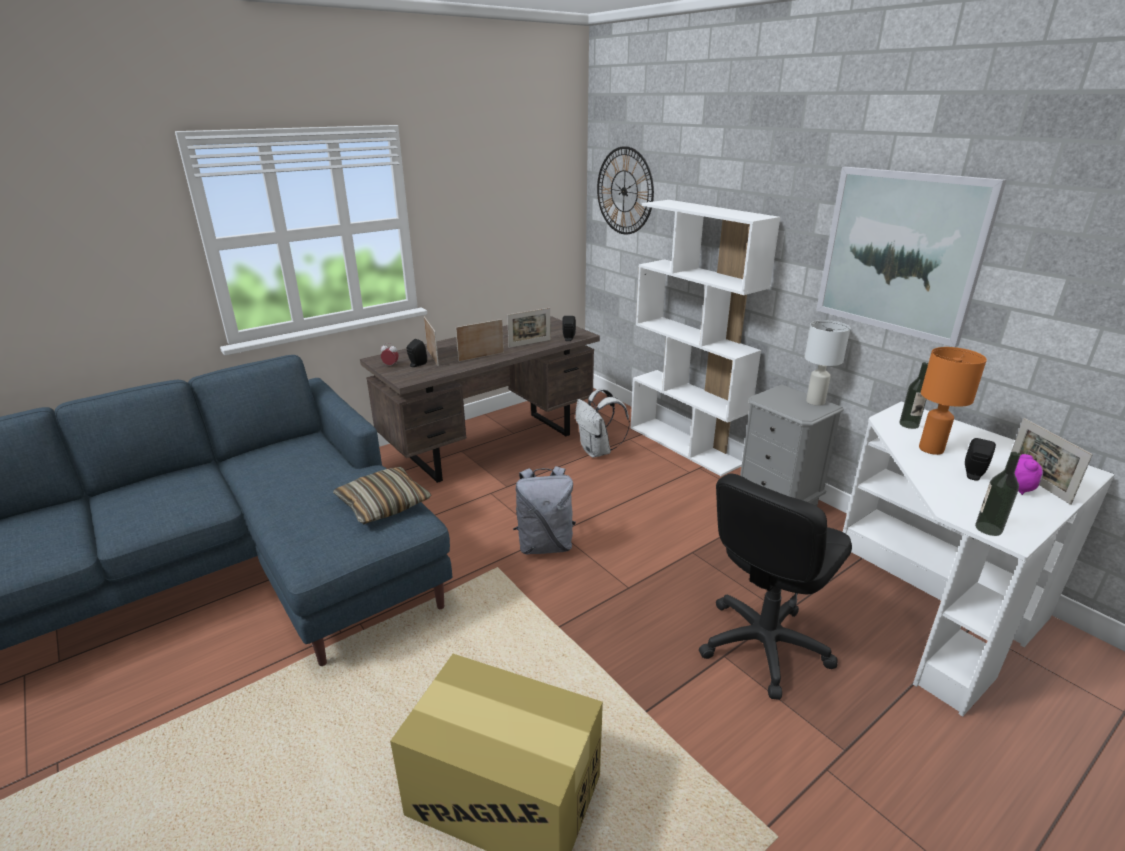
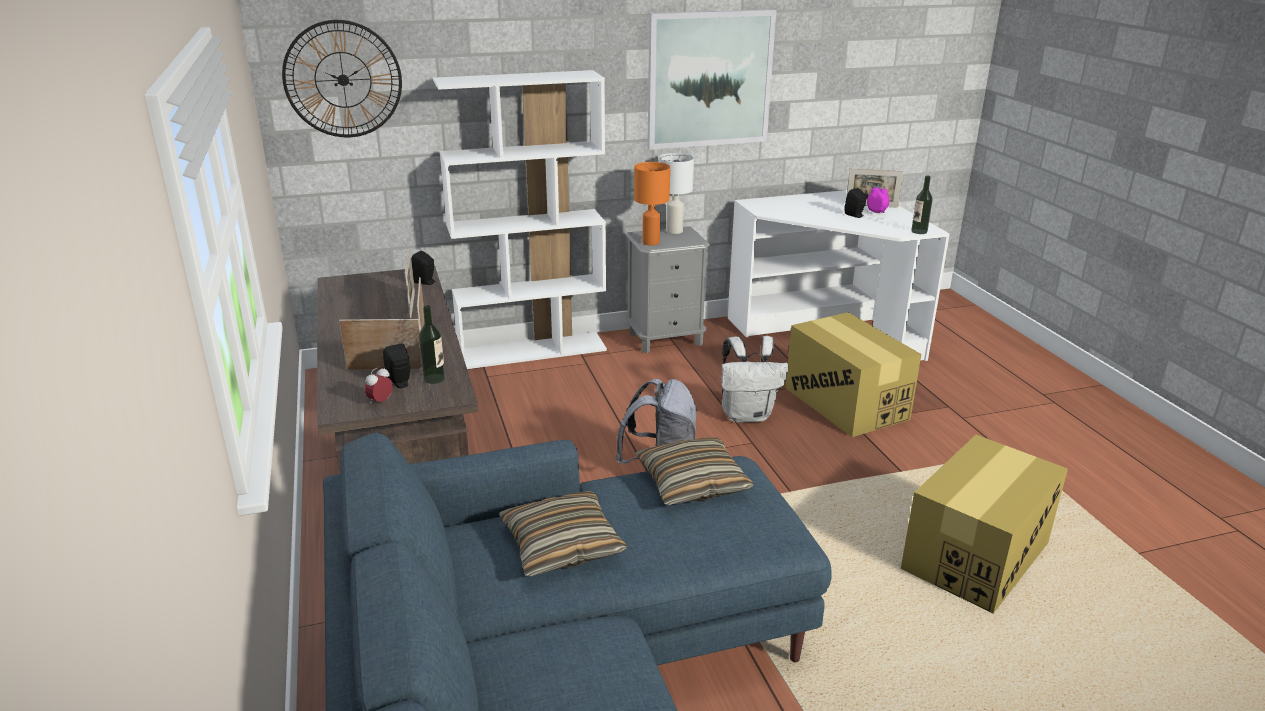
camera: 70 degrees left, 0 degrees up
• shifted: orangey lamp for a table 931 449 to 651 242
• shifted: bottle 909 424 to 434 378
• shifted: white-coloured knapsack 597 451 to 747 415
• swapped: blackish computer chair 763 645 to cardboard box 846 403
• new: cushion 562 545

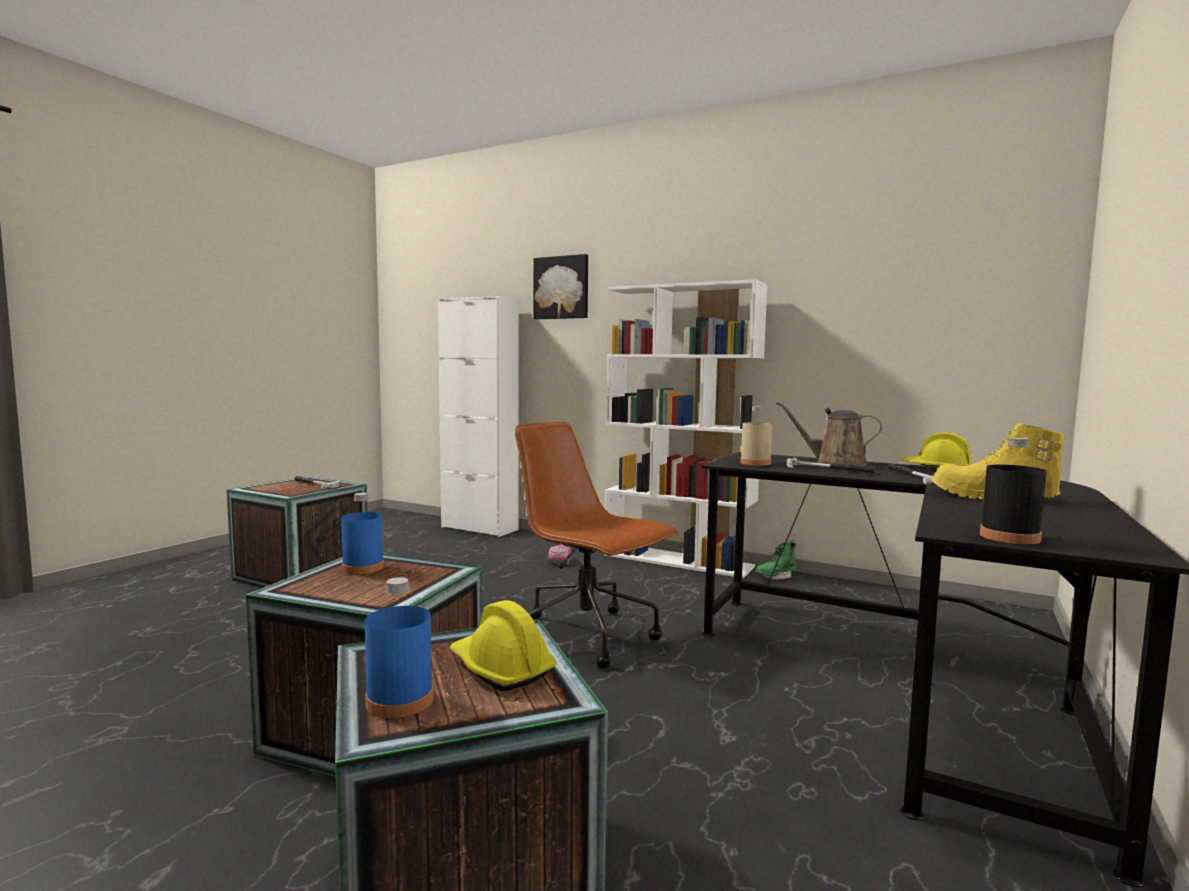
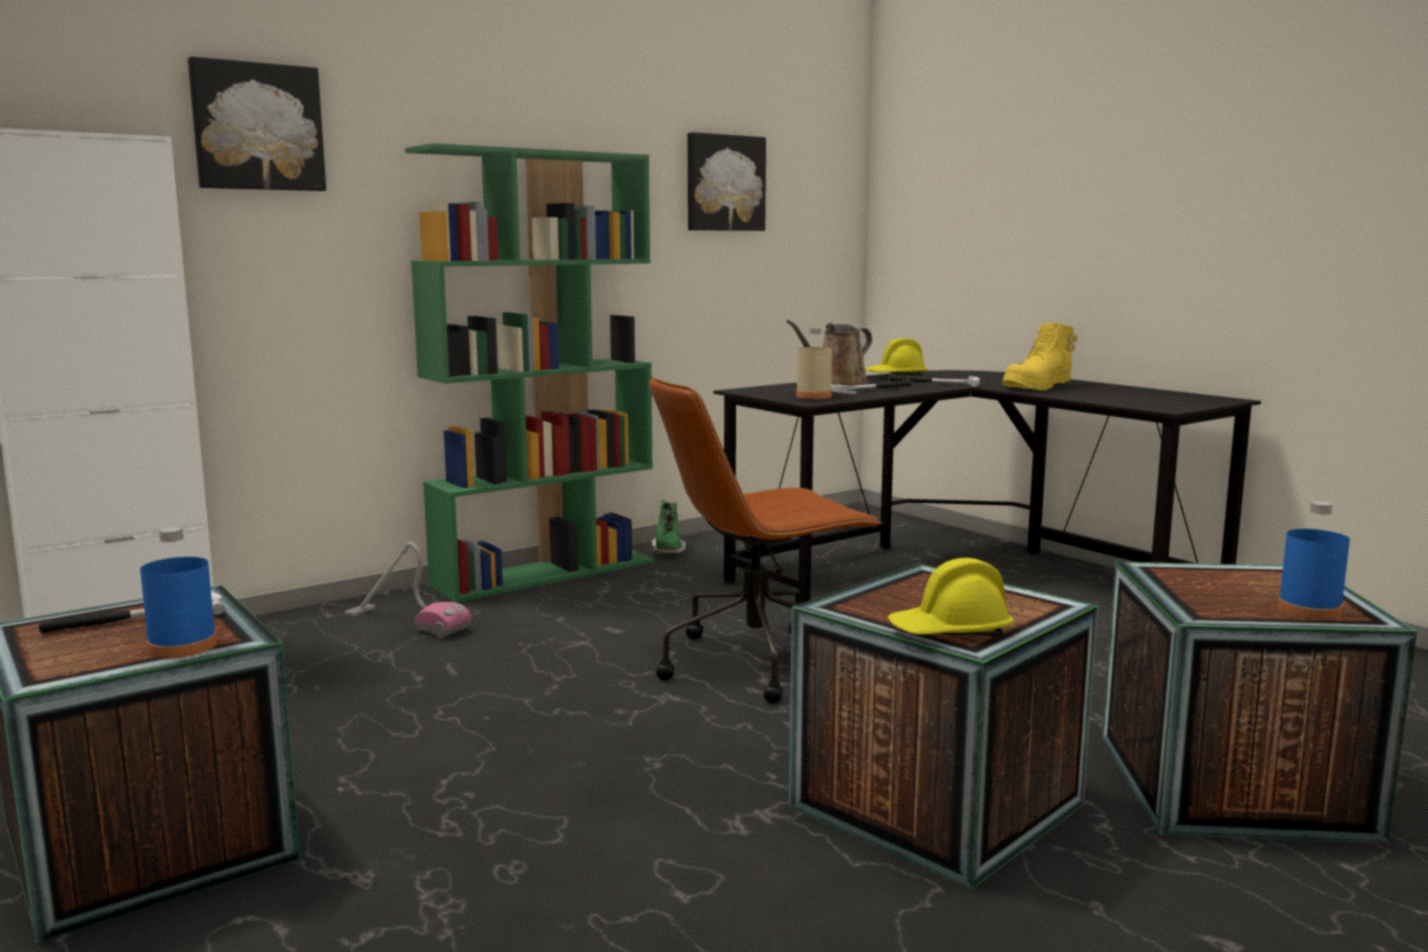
camera: 65 degrees left, 5 degrees up
• repainted: white-coloured bookcase 678 560 to green-coloured bookcase 545 573
• gone: blackish bottle 1009 537
• shifted: blue-coloured bottle 363 568 to 182 646
• shifted: yellowish hard hat 500 668 to 950 632
• new: picture 724 183

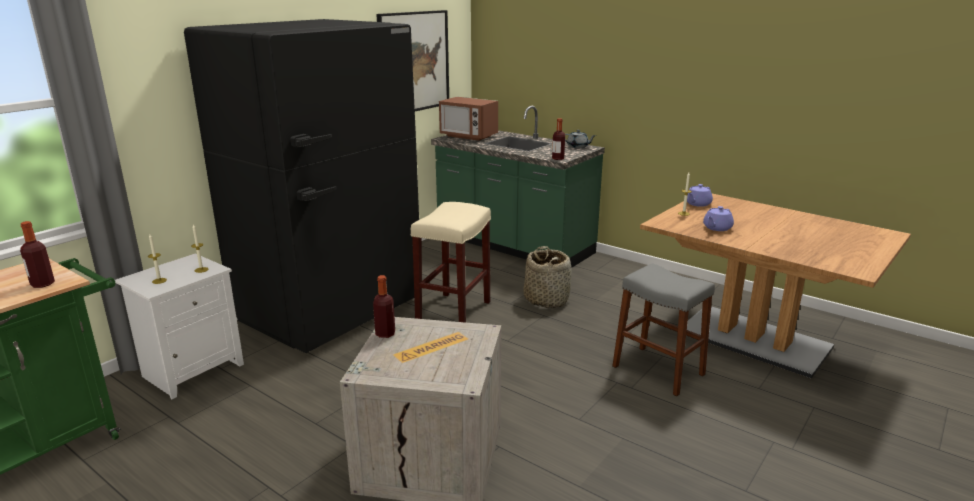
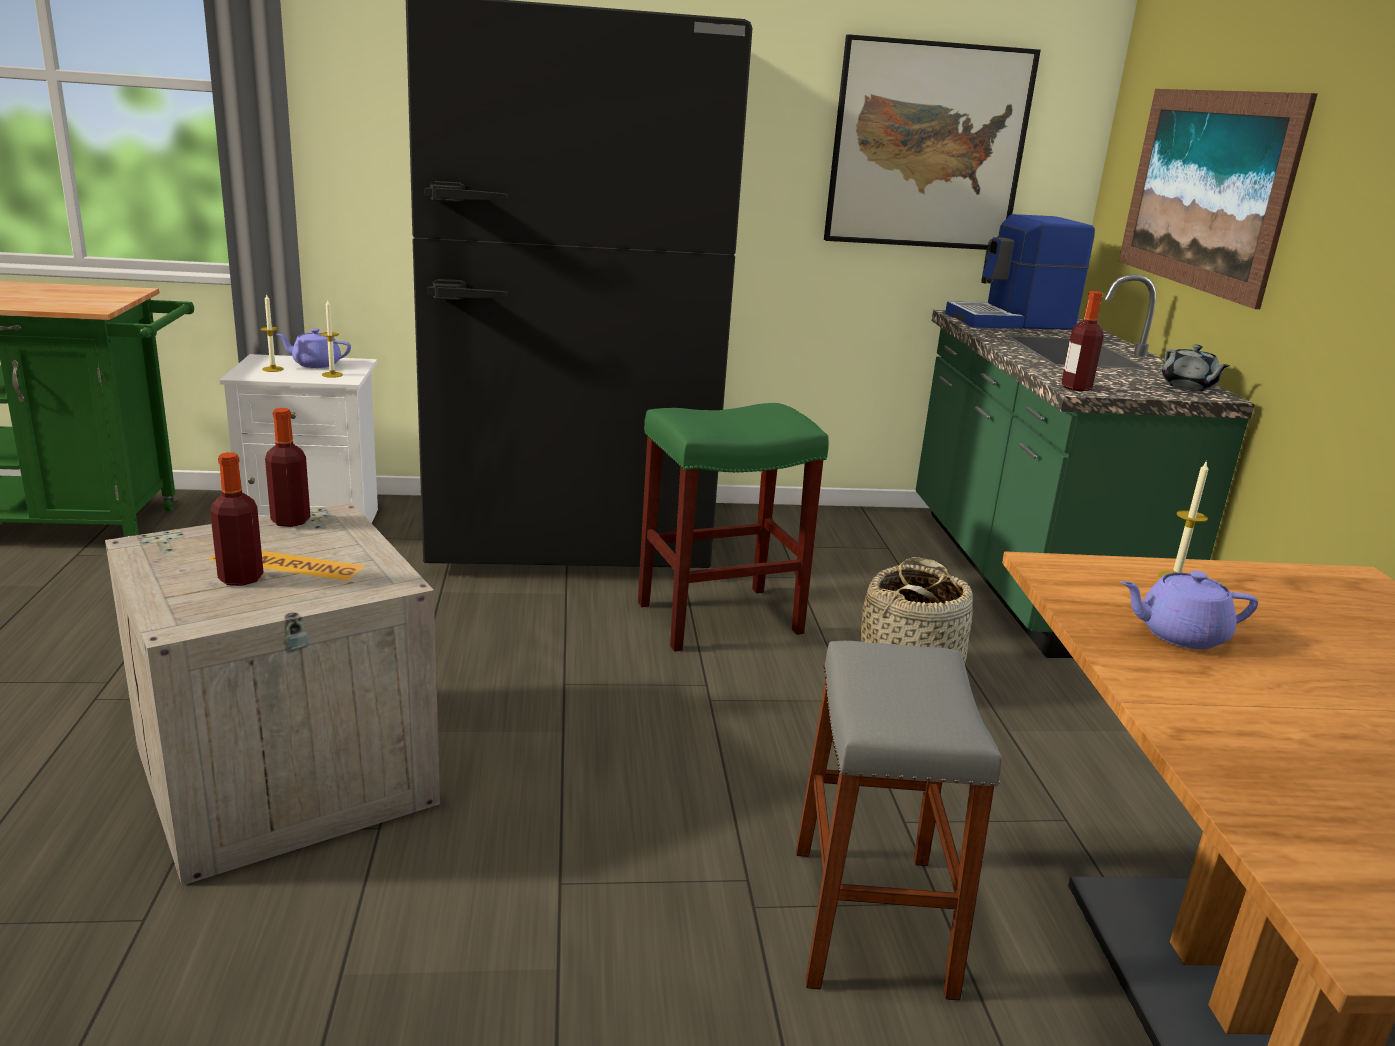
camera: 45 degrees right, 0 degrees up
• swapped: microwave 468 136 to coffee machine 1011 322
• shifted: purple-coloured teapot 697 204 to 315 364
• repainted: beige stool 453 311 to green-coloured stool 721 617
• shifted: bottle 42 284 to 241 578
• new: picture 1206 190

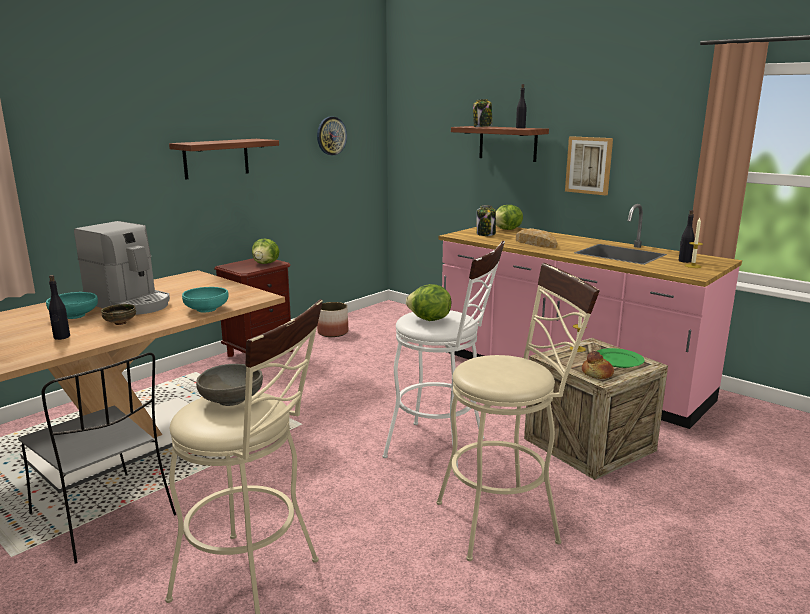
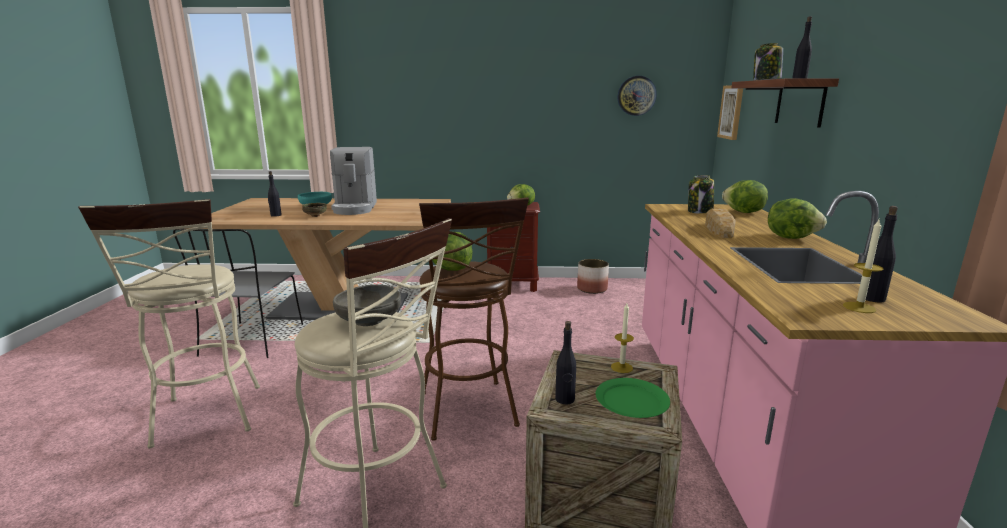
camera: 50 degrees right, 0 degrees up
• shifted: picture 589 165 to 731 112
• gone: bracket shelf 216 158
• repainted: white-coloured stool 443 449 to brown-coloured stool 470 414
• gone: blue-green bowl 206 309
• swapped: baked bread 597 373 to blackish bottle 565 399
• shifted: greyish bowl 231 399 to 369 320
• new: lettuce 791 237

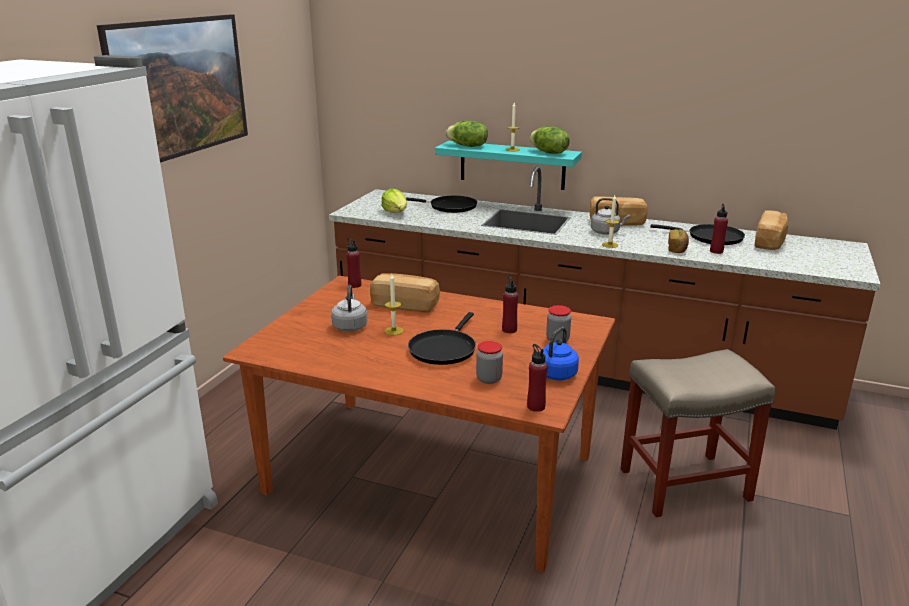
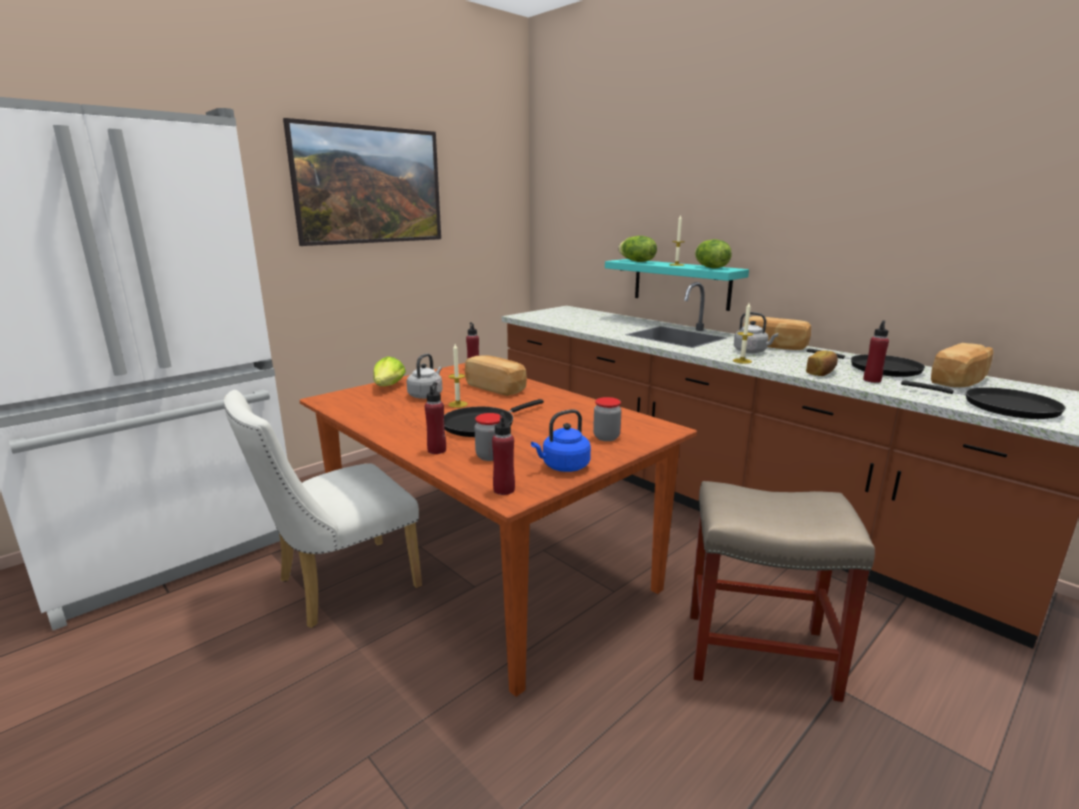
camera: 25 degrees right, 5 degrees down
• shifted: lettuce 396 212 to 388 386
• shifted: blackish skillet 449 207 to 1002 407
• shifted: reddish bottle 509 330 to 437 450
• new: white-coloured chair 338 586

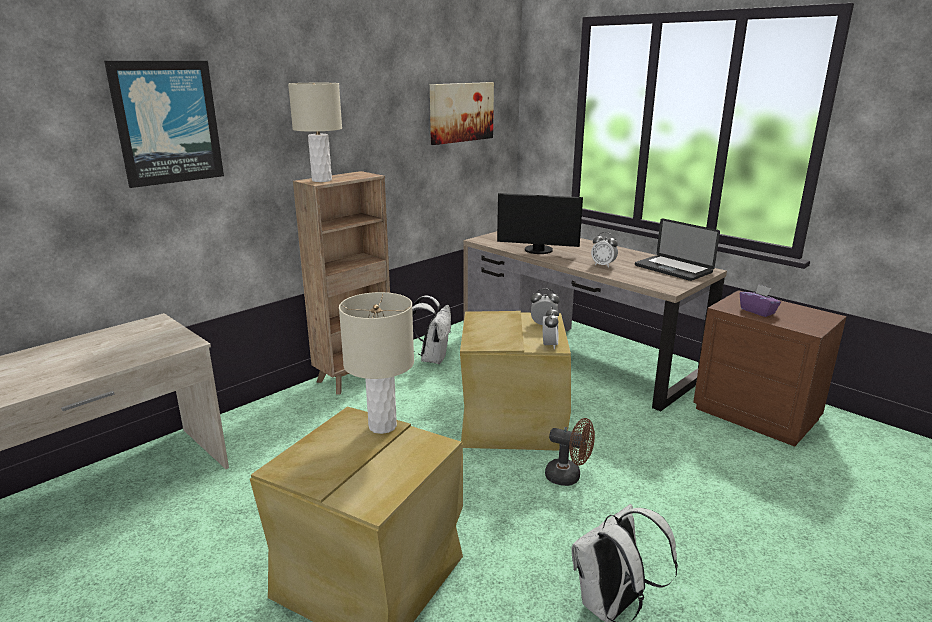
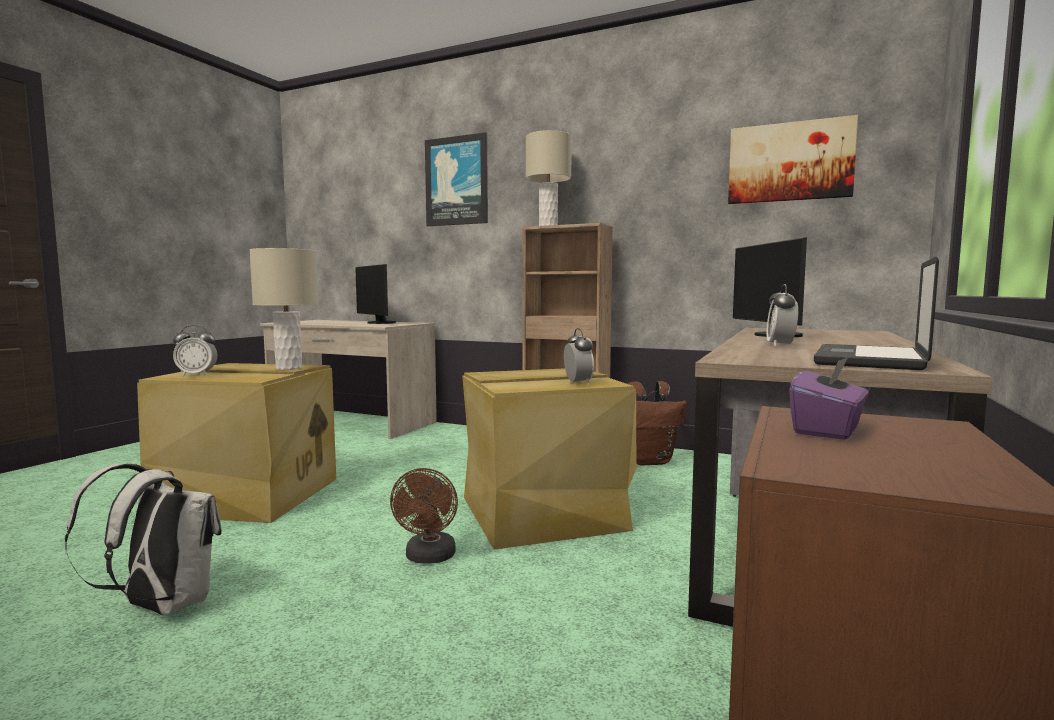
camera: 70 degrees right, 15 degrees down
• repainted: white-coloured knapsack 432 358 to brown-coloured knapsack 648 461
• shifted: bedside clock 549 345 to 197 375
• new: computer display 378 323

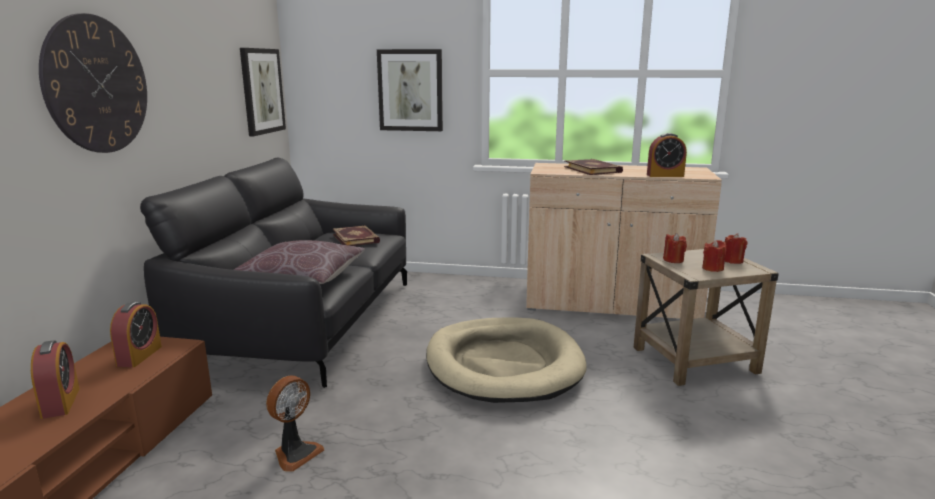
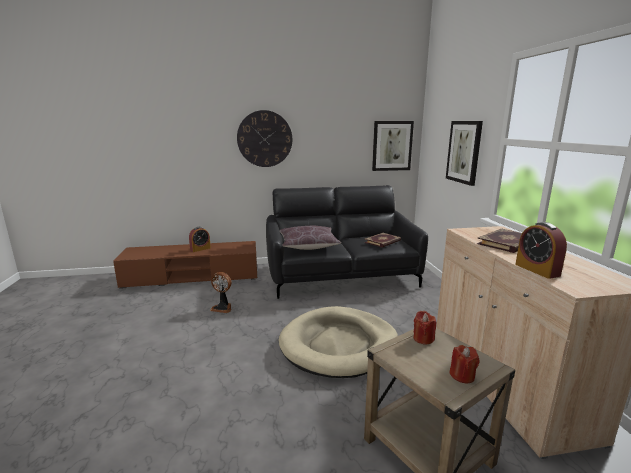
camera: 70 degrees right, 0 degrees up
• gone: reddish wax light 712 268
• gone: bedside clock 139 356

